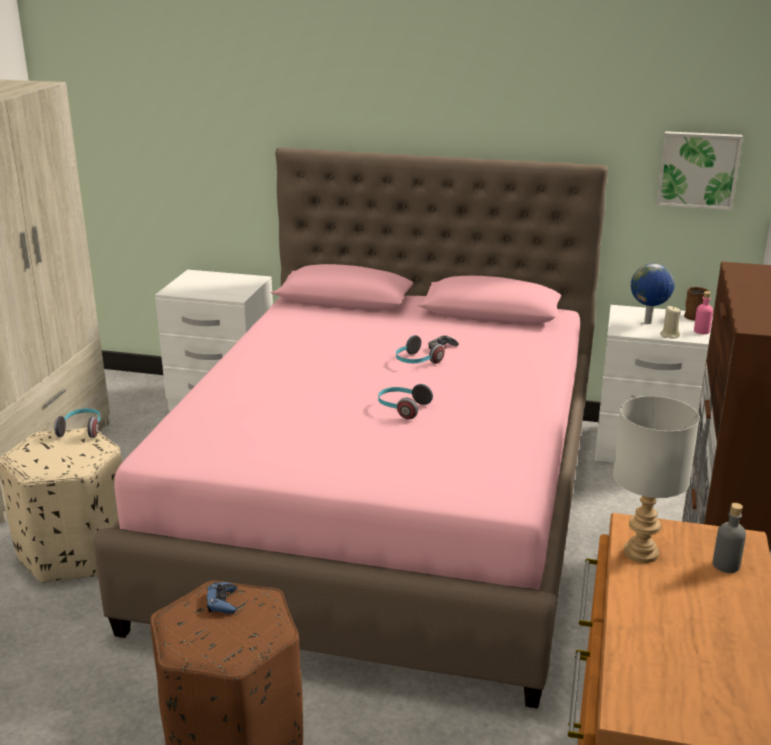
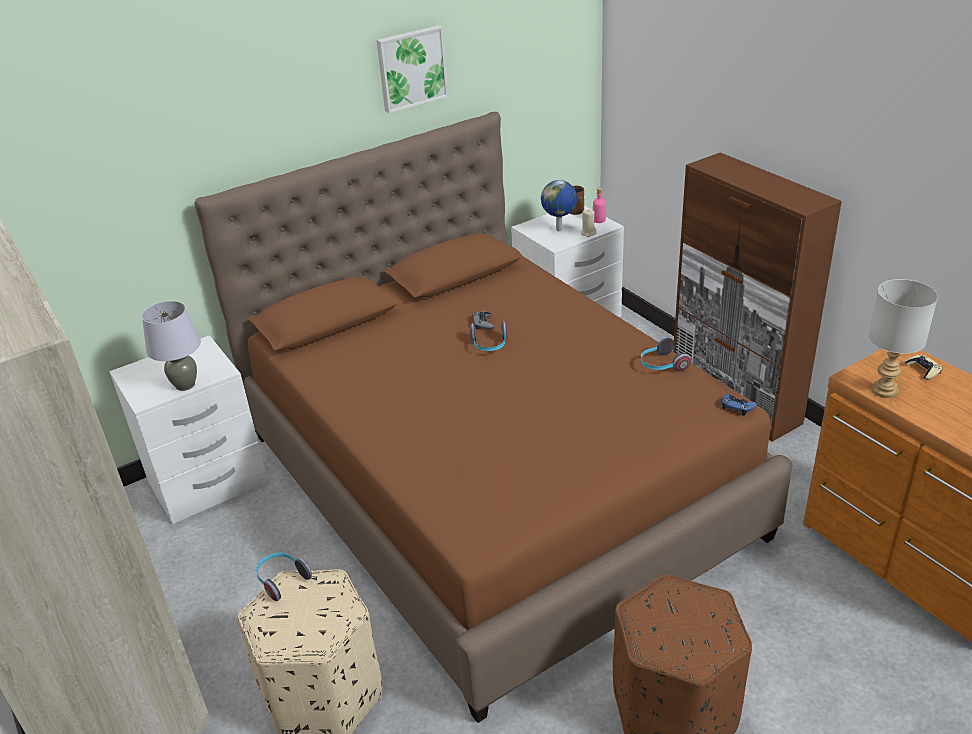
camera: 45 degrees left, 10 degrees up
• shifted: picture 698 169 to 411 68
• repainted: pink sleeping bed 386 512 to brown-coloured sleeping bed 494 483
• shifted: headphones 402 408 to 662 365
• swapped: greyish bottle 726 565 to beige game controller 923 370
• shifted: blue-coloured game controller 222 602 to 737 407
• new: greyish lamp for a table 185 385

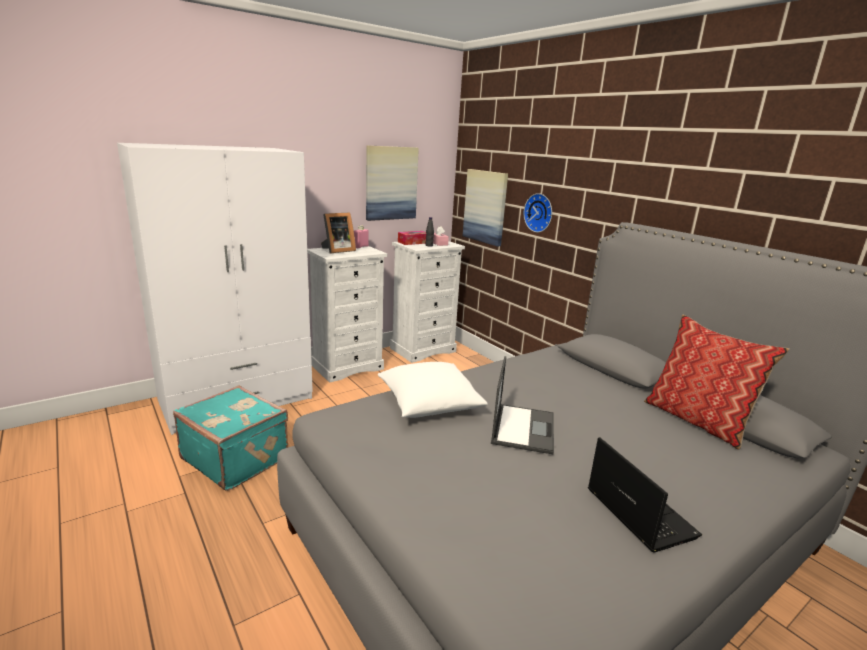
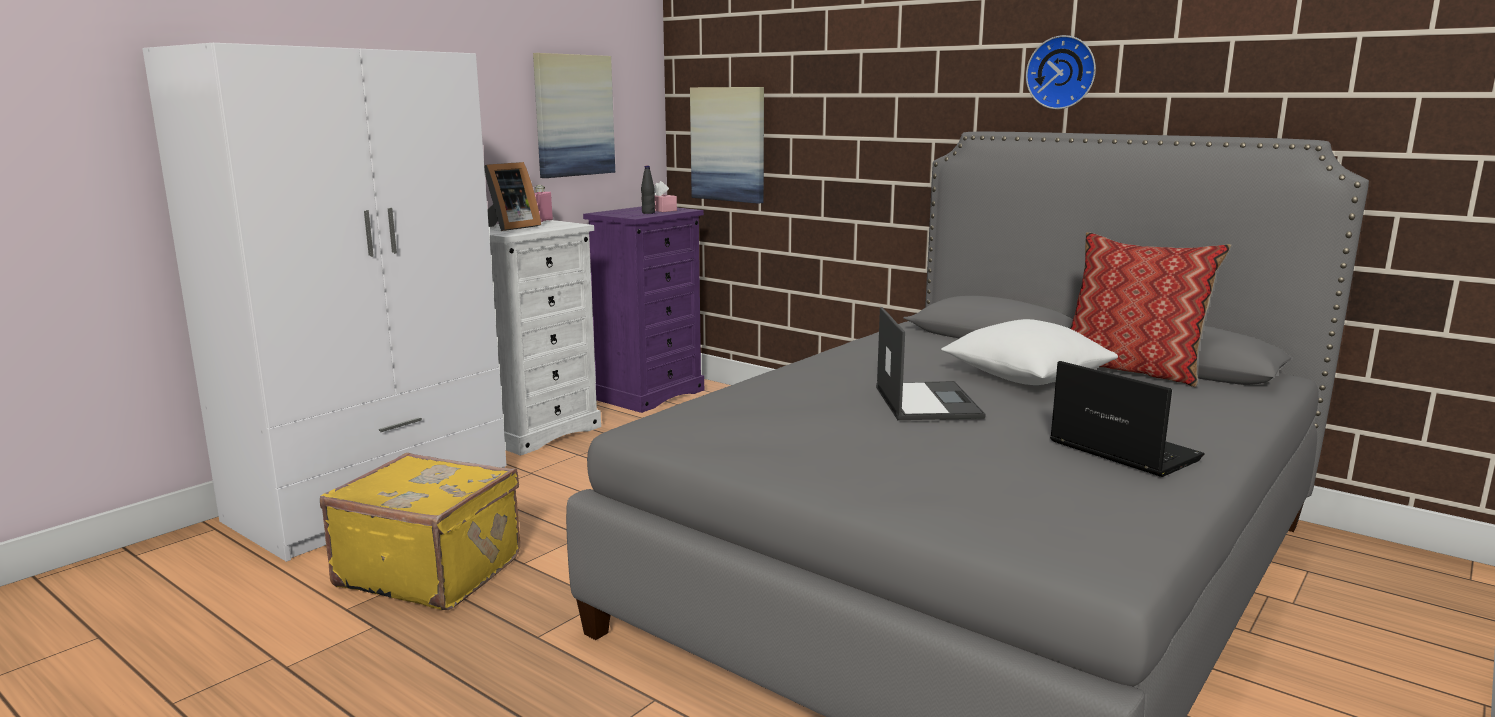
camera: 15 degrees left, 5 degrees down
• shifted: clock on the wall 539 212 to 1062 72
• gone: box of tissues 414 242
• repainted: white-coloured dresser 423 349 to purple-coloured dresser 649 394
• shifted: white-coloured cushion 429 405 to 1025 378
• repainted: blue-green piece of luggage 236 458 to yellowish piece of luggage 431 570

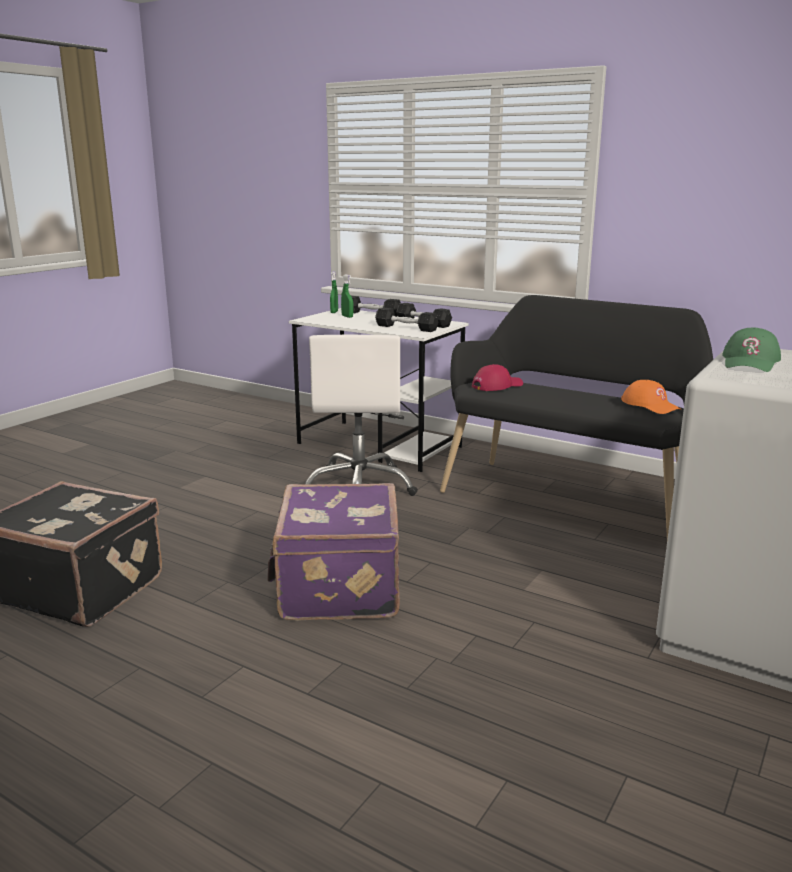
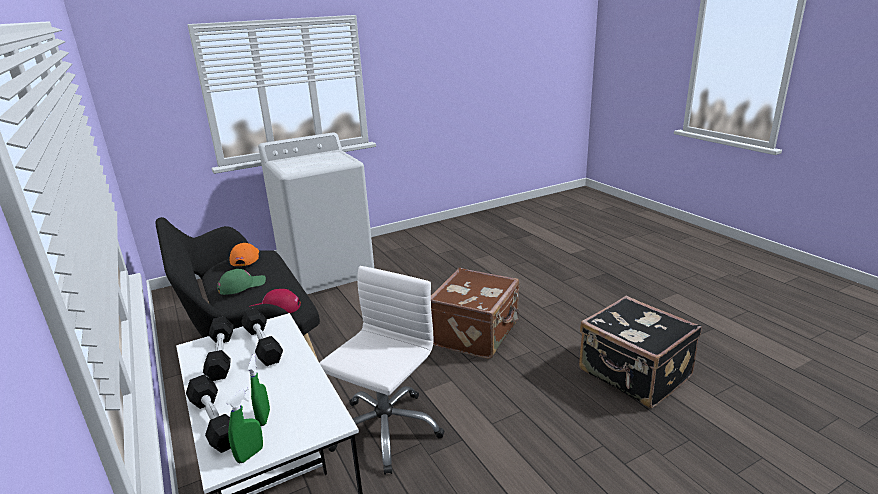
camera: 150 degrees left, 5 degrees up
• shifted: green-coloured peaked cap 750 362 to 241 285
• repainted: purple-coloured piece of luggage 337 588 to brown-coloured piece of luggage 476 334

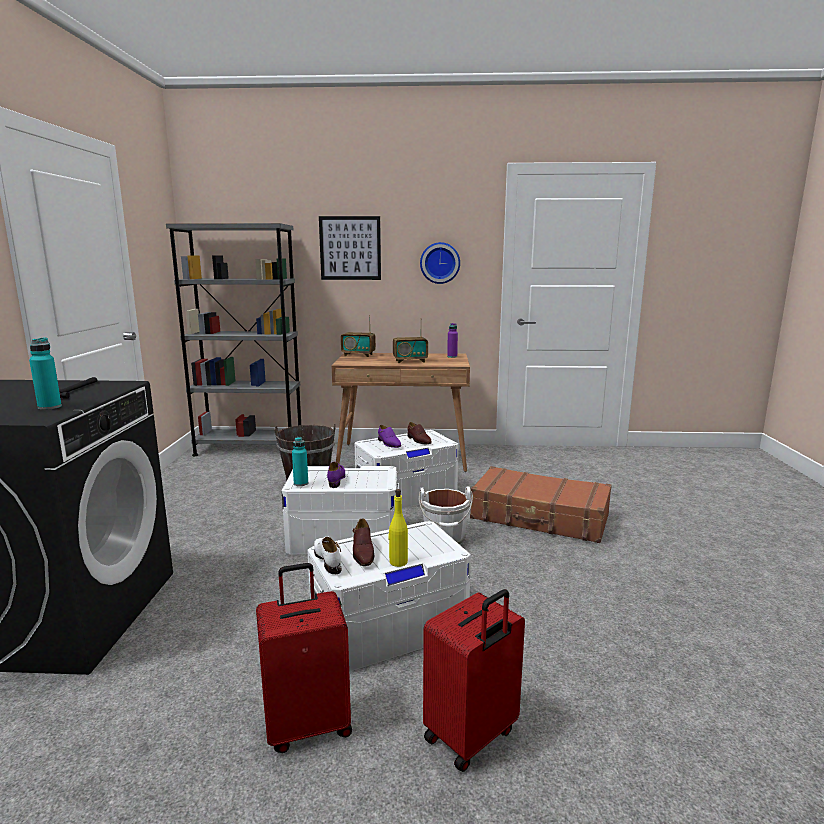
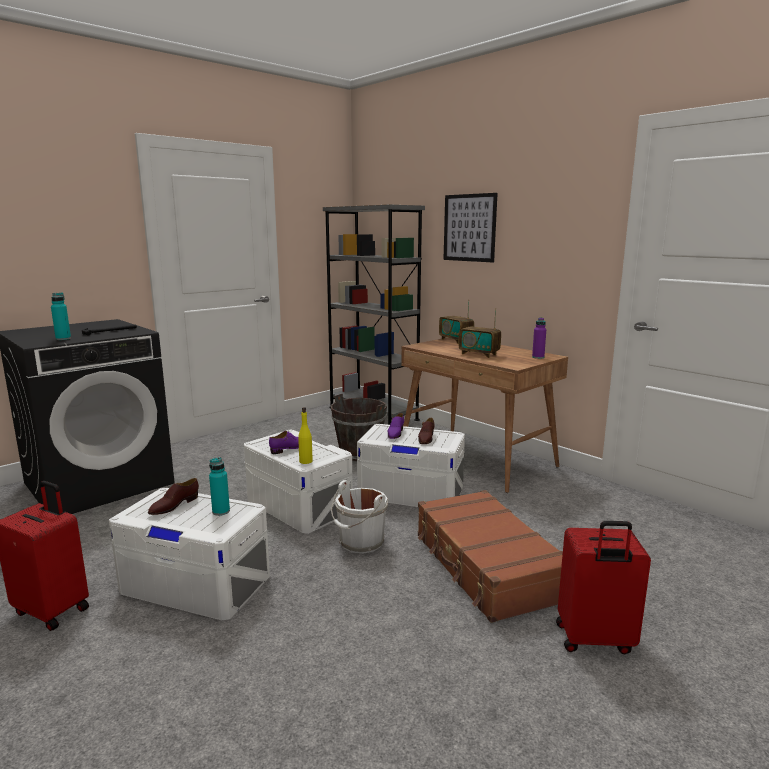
camera: 45 degrees right, 0 degrees up
• gone: clock on the wall 440 263
• shifted: blue-green bottle 301 483 to 221 511
• shifted: yellowish bottle 398 562 to 305 461
• gone: white-coloured low shoe 328 559
• shifted: reddish piece of luggage 472 736 to 594 640

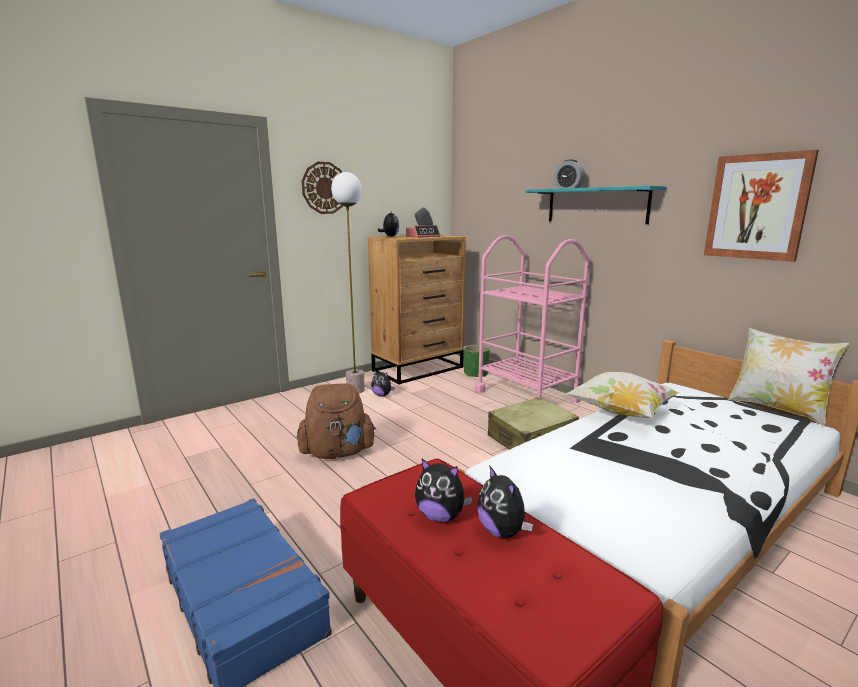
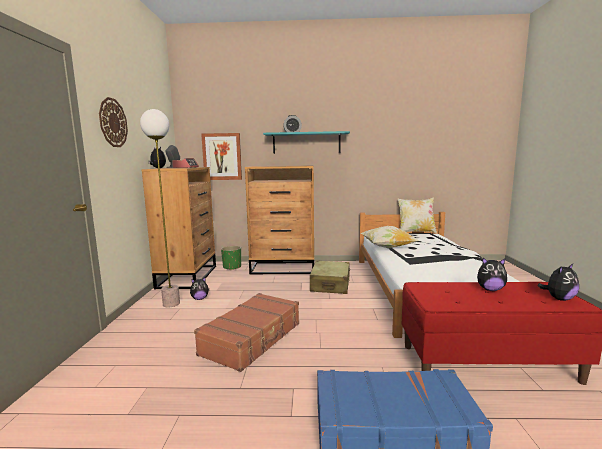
camera: 50 degrees left, 5 degrees down
• shifted: picture 757 207 to 222 156
• swapped: pink wheeled cart 526 396 to brown-coloured dresser 284 268
• swapped: brown-coloured knapsack 337 453 to brown-coloured piece of luggage 253 339
• shifted: plush toy 440 516 to 559 299

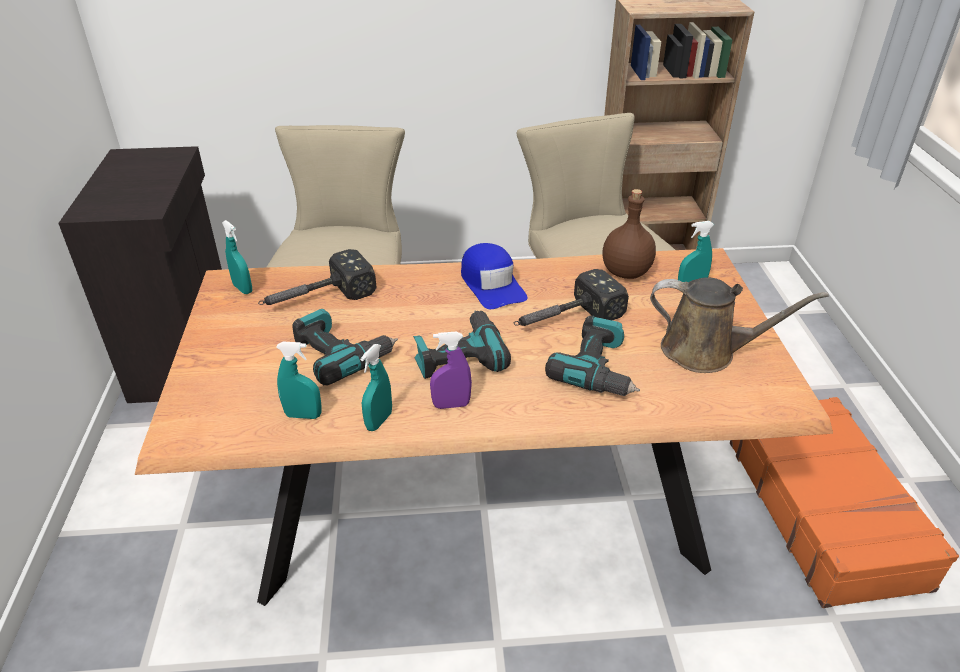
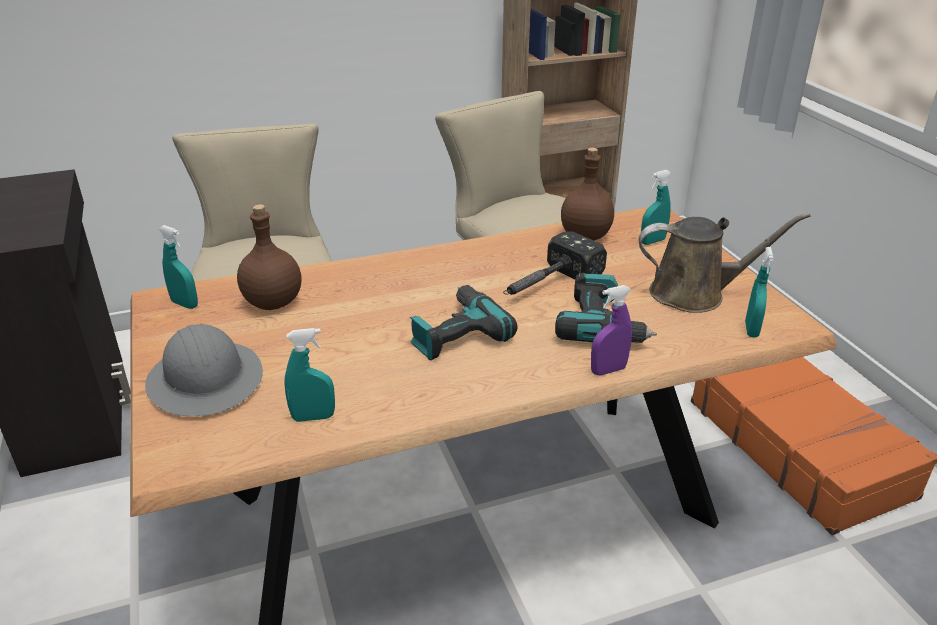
camera: 15 degrees left, 5 degrees down
• gone: blue-coloured peaked cap 492 284
• swapped: hammer 316 298 to brown-coloured bottle 274 302
• gone: drill 341 354
• shifted: purple-coloured sprayer 451 405 to 608 370
• shifted: blue-green sprayer 379 421 to 751 329
• new: greyish hard hat 206 380

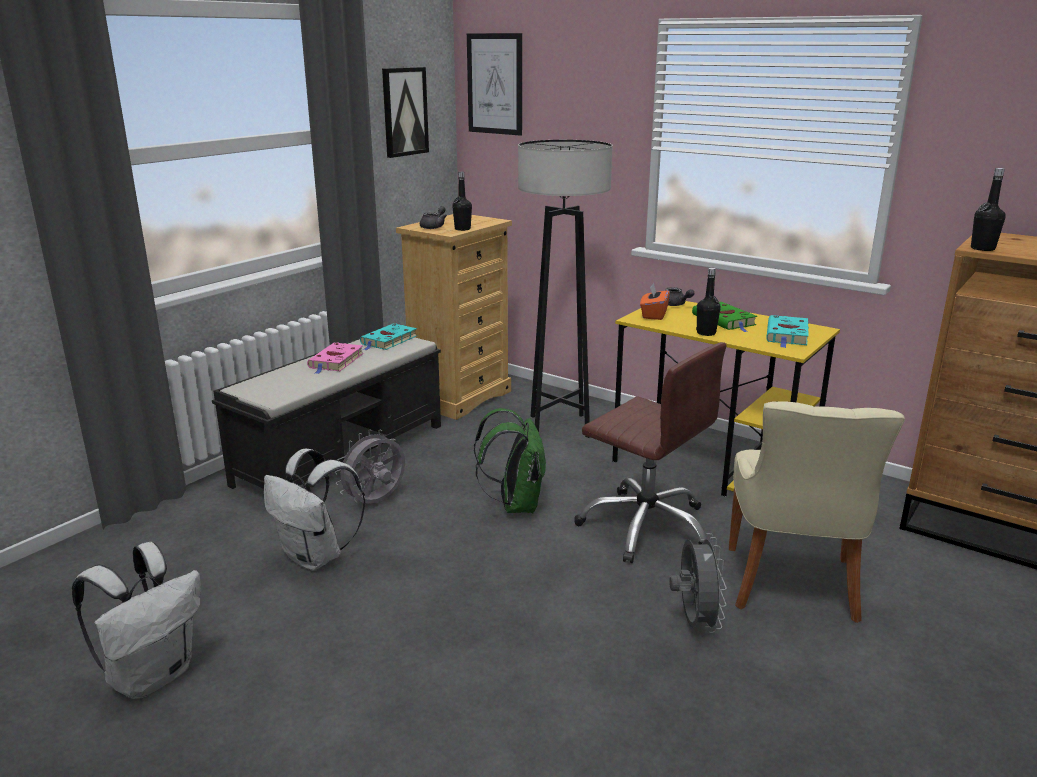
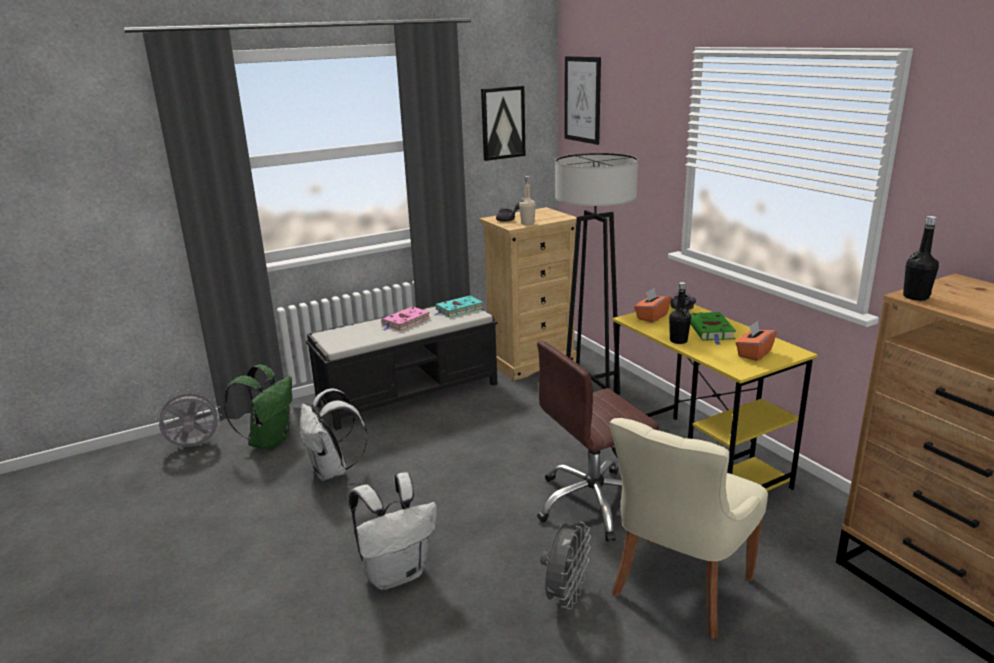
camera: 25 degrees right, 0 degrees up
• repainted: blackish bottle 462 229 to beige bottle 527 223
• swapped: blue-green volume 787 335 to orangey box of tissues 754 353
• rotated: brown-coloured computer chair 646 526 = 593 503 90 degrees clockwise
• shifted: green-coloured knapsack 515 505 to 269 441
• shifted: greyish cooling fan 375 502 to 194 446
• shifted: white-coloured knapsack 153 675 to 396 573

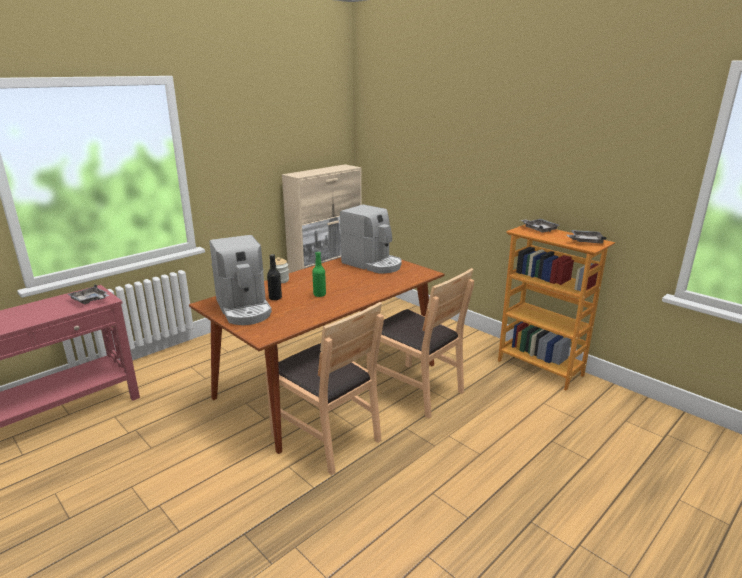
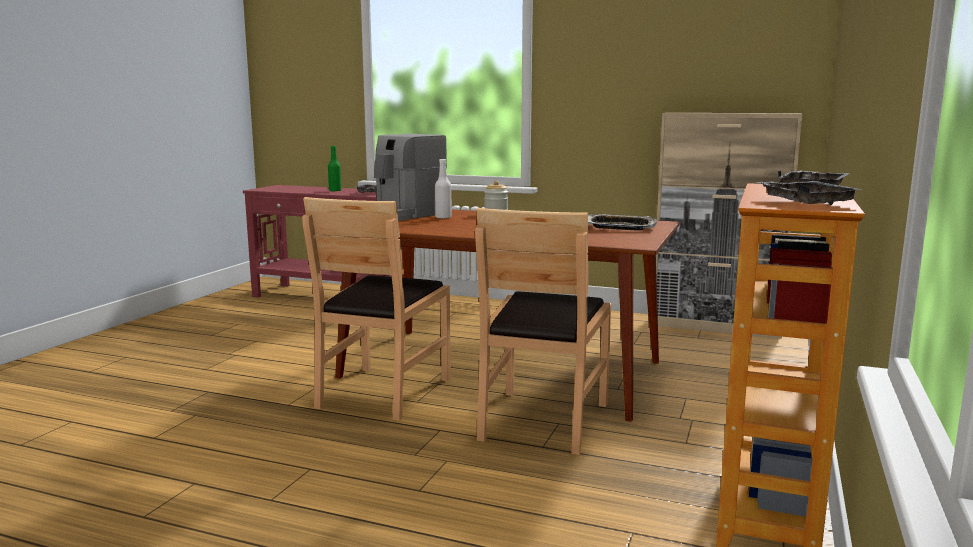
camera: 65 degrees right, 10 degrees down
• swapped: coffee machine 373 264 to serving tray 619 227
• shifted: green-coloured bottle 319 295 to 335 191
• repainted: blackish bottle 275 298 to white-coloured bottle 443 217

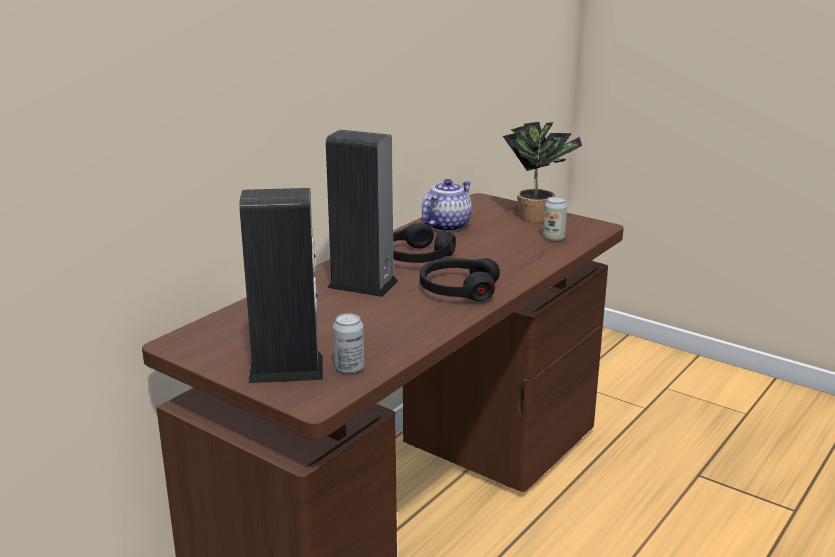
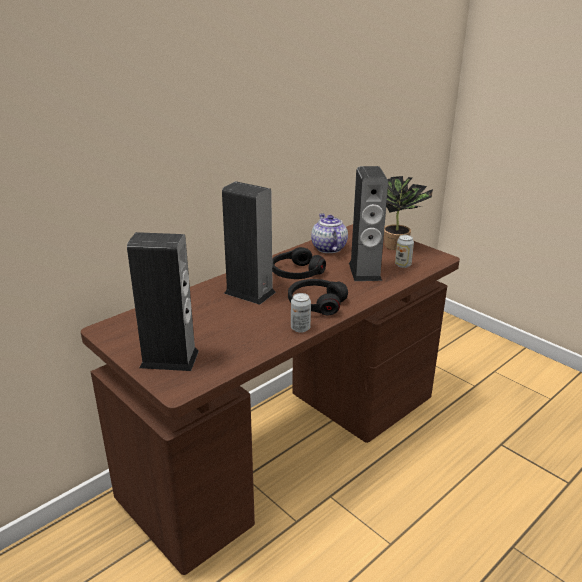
camera: 10 degrees right, 5 degrees up
• rotated: teapot 446 225 = 328 248 60 degrees counterclockwise
• shifted: metal can 349 368 to 300 328
• new: audio speaker 365 271

